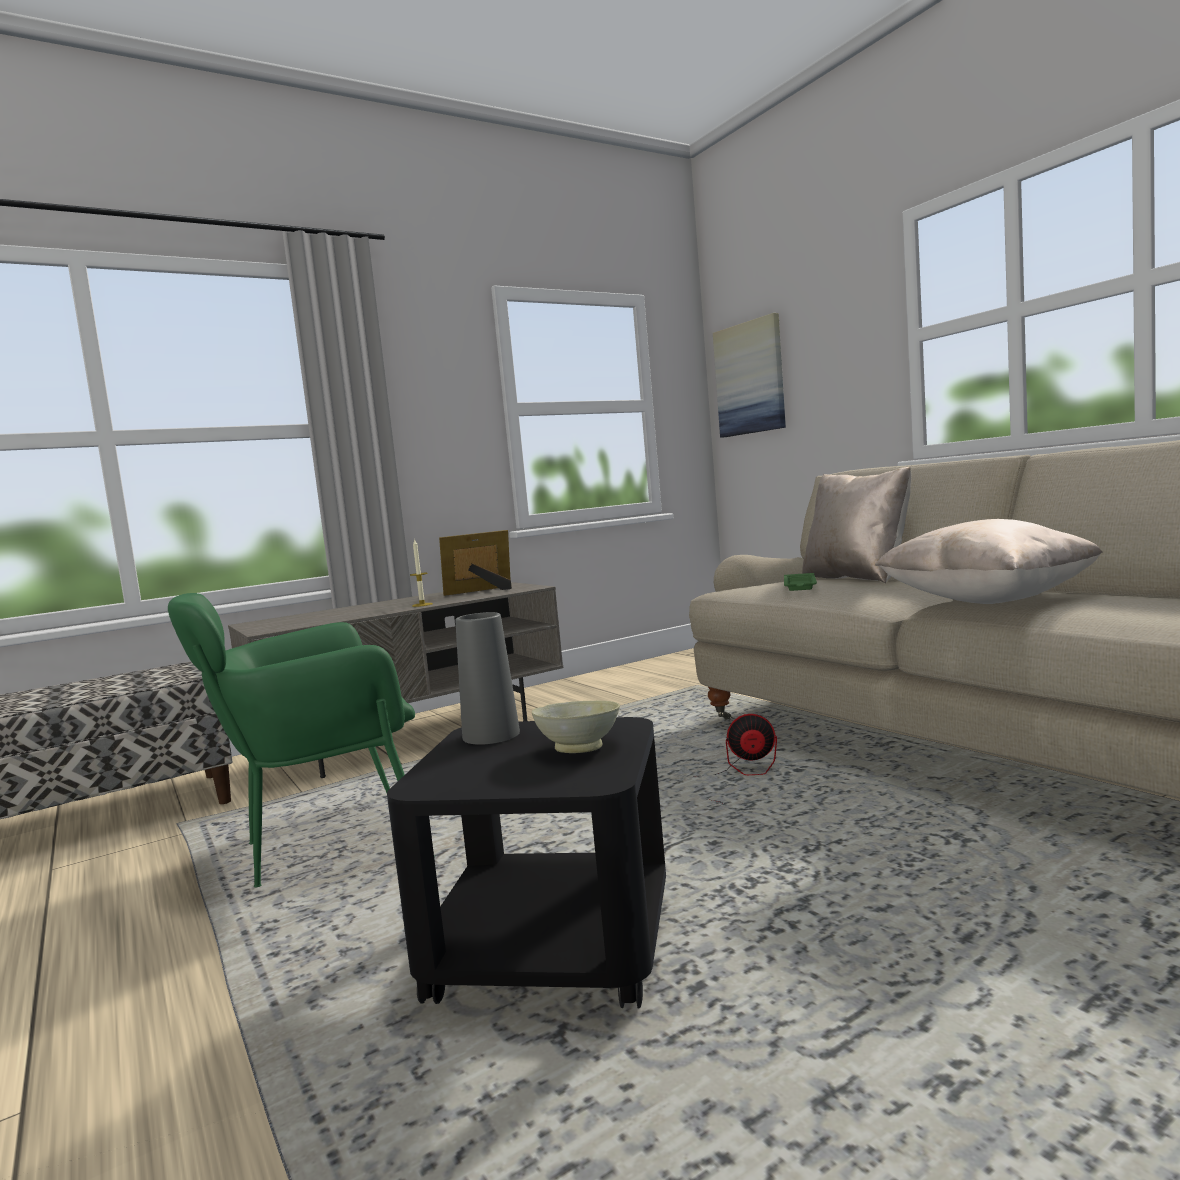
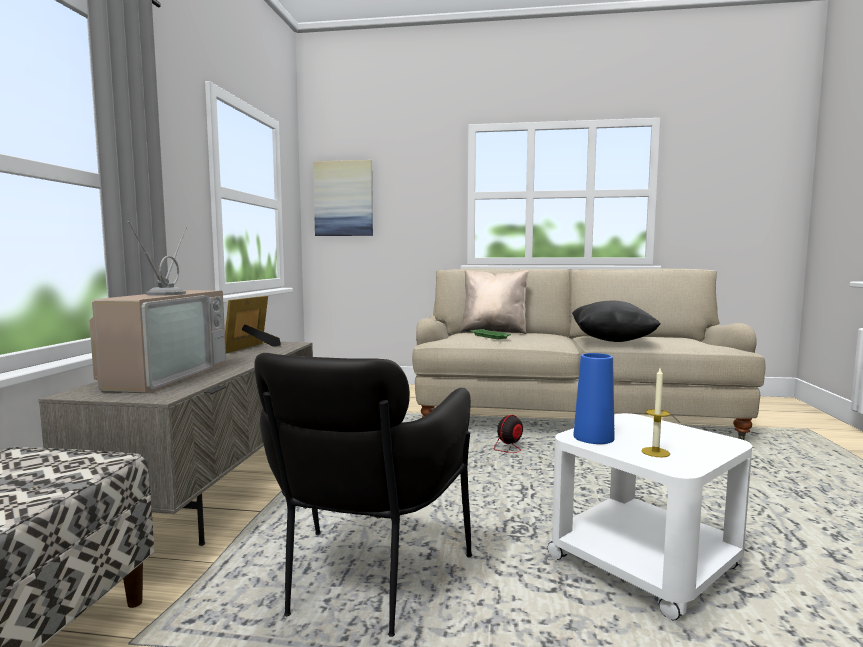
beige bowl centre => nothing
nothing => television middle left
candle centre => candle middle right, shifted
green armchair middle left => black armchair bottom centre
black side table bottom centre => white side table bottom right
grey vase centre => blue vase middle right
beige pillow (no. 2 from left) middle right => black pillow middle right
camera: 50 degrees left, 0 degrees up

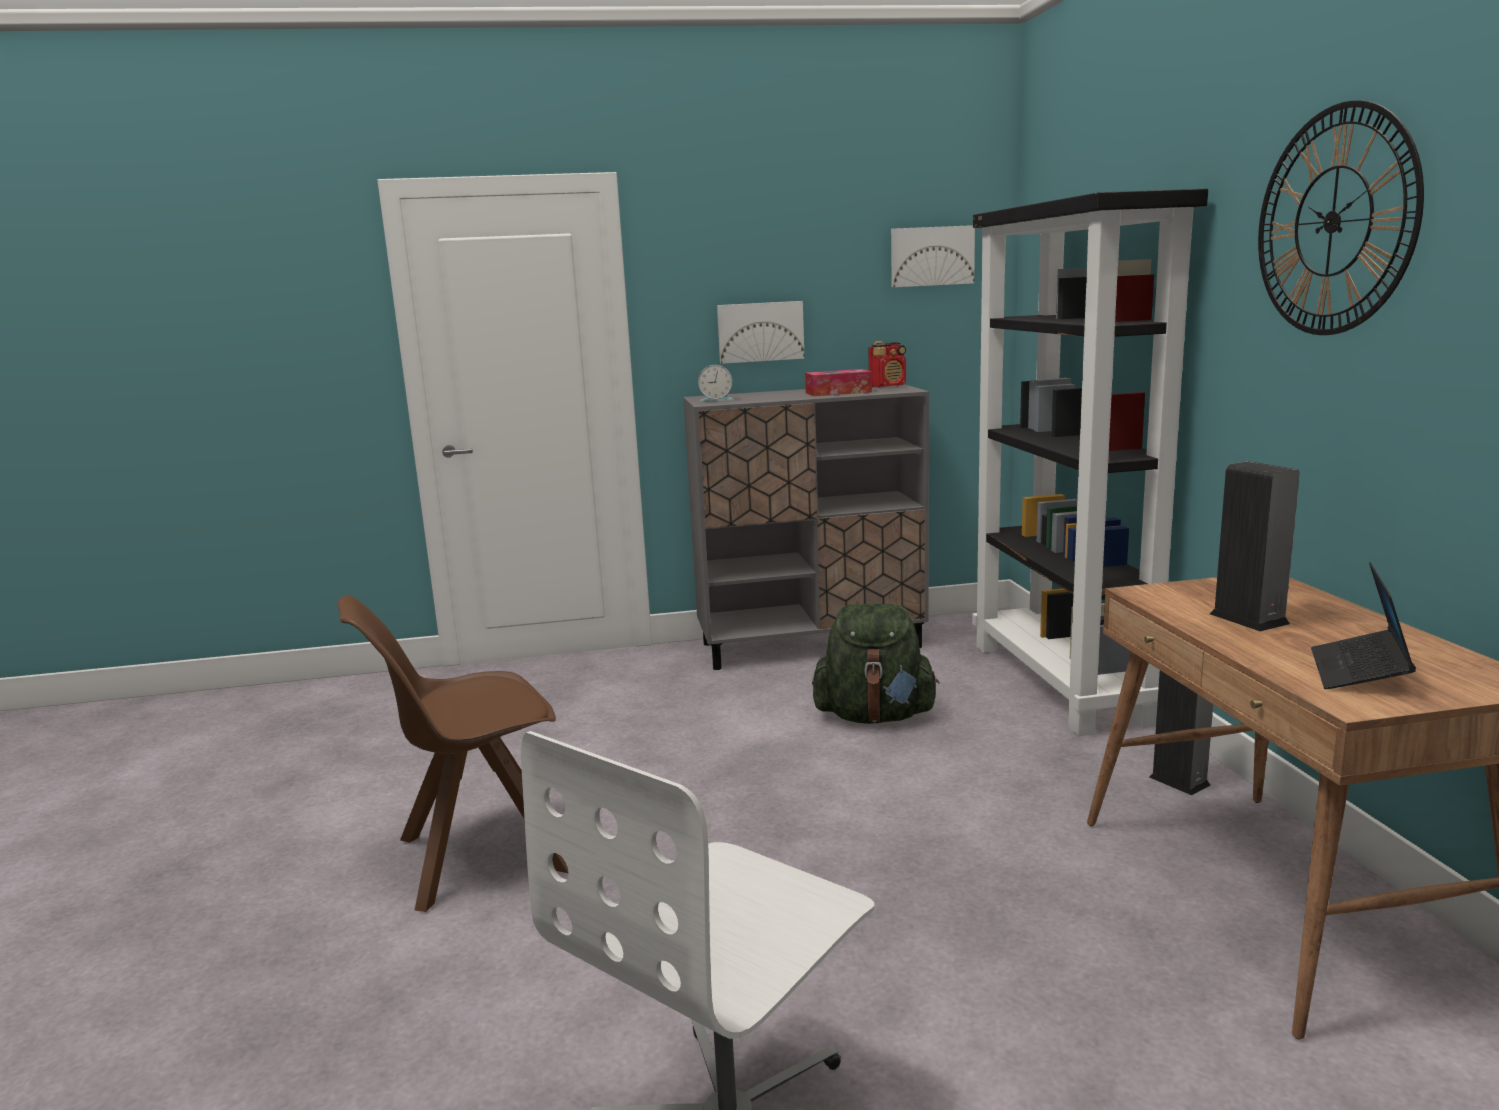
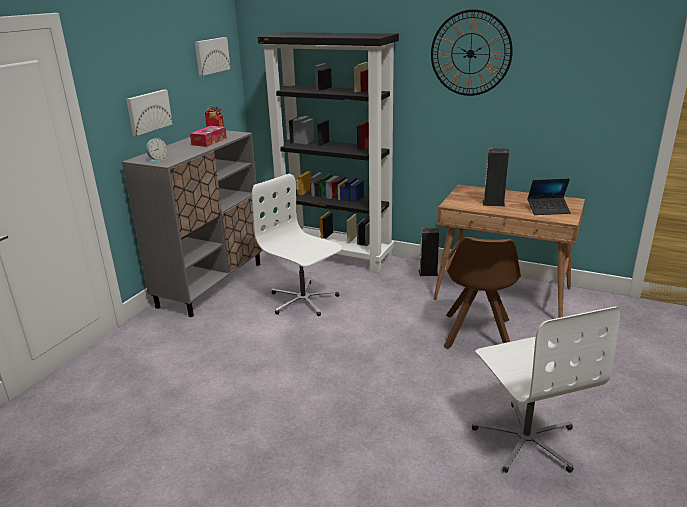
brown chair bottom left => brown chair middle right, shifted
green backpack centre => white office chair (no. 1 from left) centre
laptop middle right, 60 degrees counterclockwise
camera: 55 degrees left, 10 degrees up

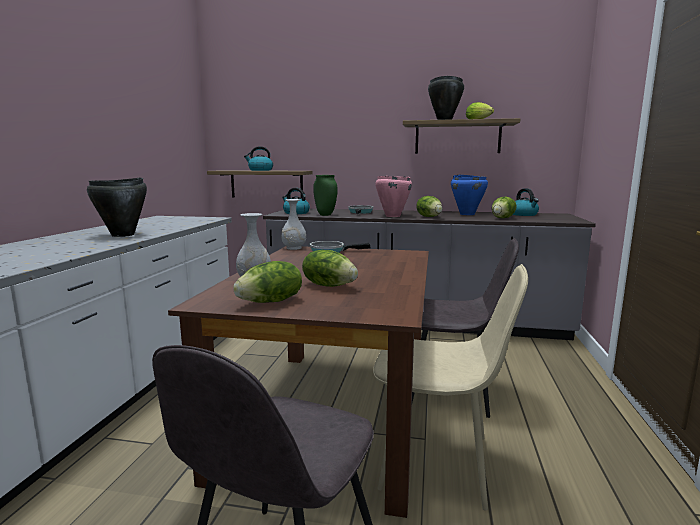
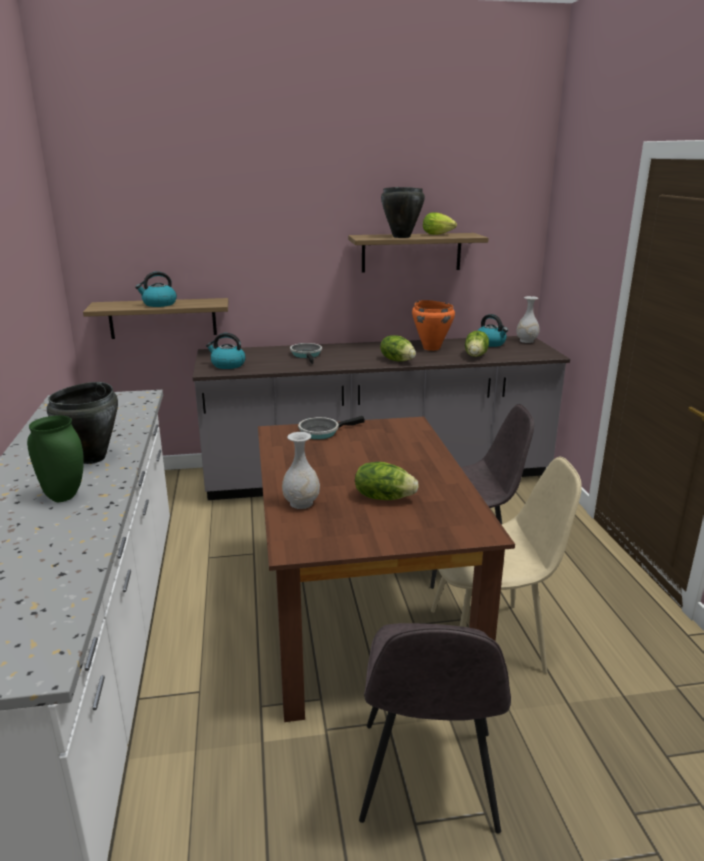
lettuce (no. 1 from left) centre => nothing
pink cooking pot centre => nothing
white vase (no. 2 from left) centre => white vase (no. 2 from left) middle right, shifted
green vase centre => green vase middle left, shifted
blue cooking pot middle right => orange cooking pot centre
camera: 20 degrees left, 10 degrees up

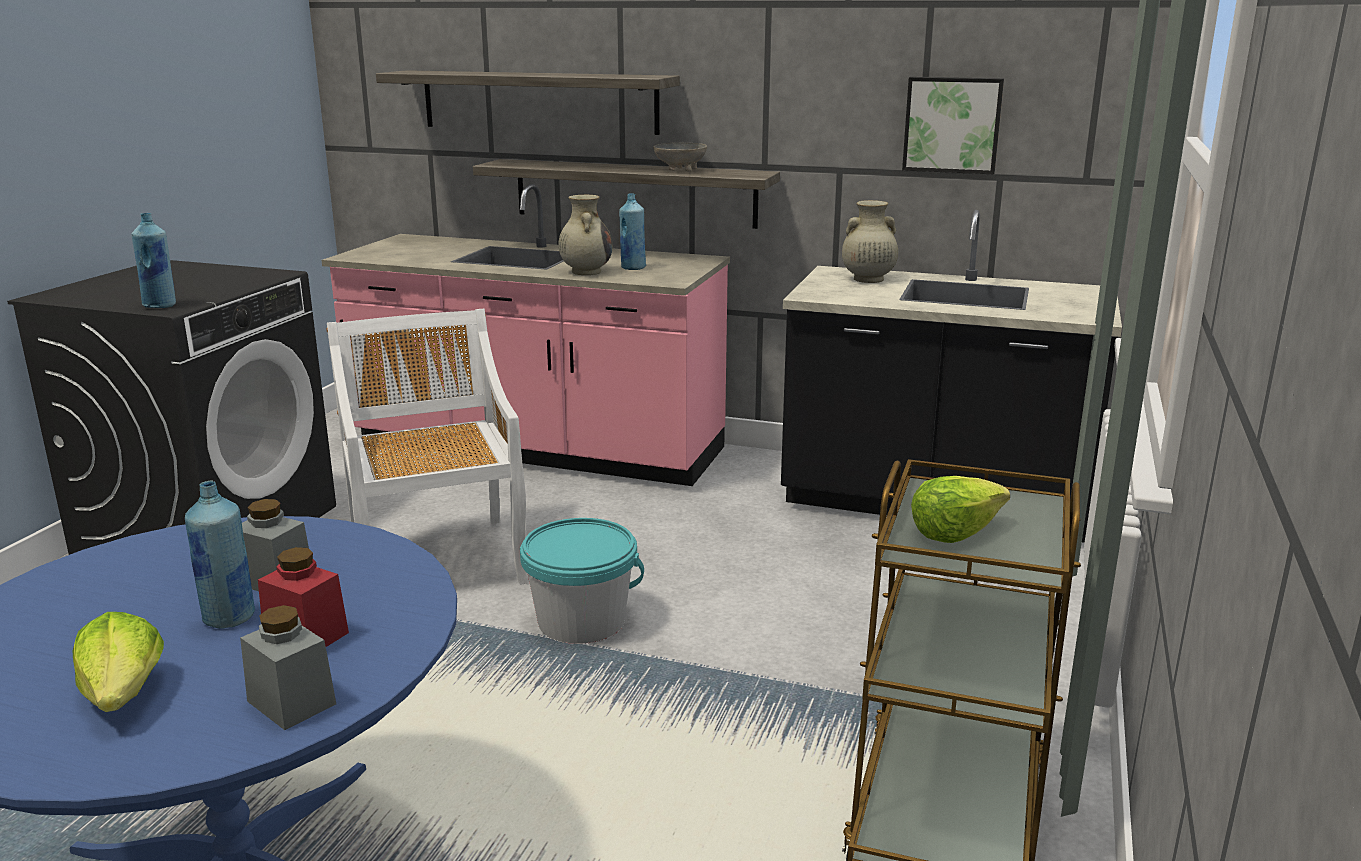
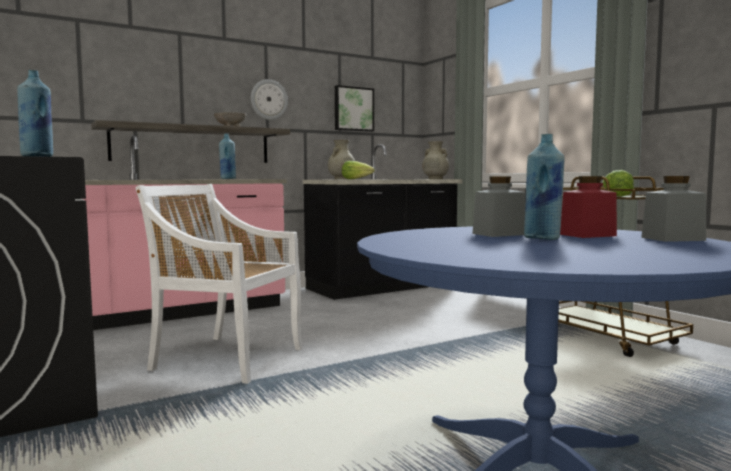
shelf (no. 1 from left) top centre => nothing
turquoise bucket bottom centre => nothing
nothing => wall clock top centre
lettuce (no. 1 from left) bottom left => lettuce (no. 1 from left) centre, shifted
beige vase (no. 1 from left in the first image) top centre => beige vase (no. 2 from left) centre, shifted
camera: 50 degrees left, 15 degrees down

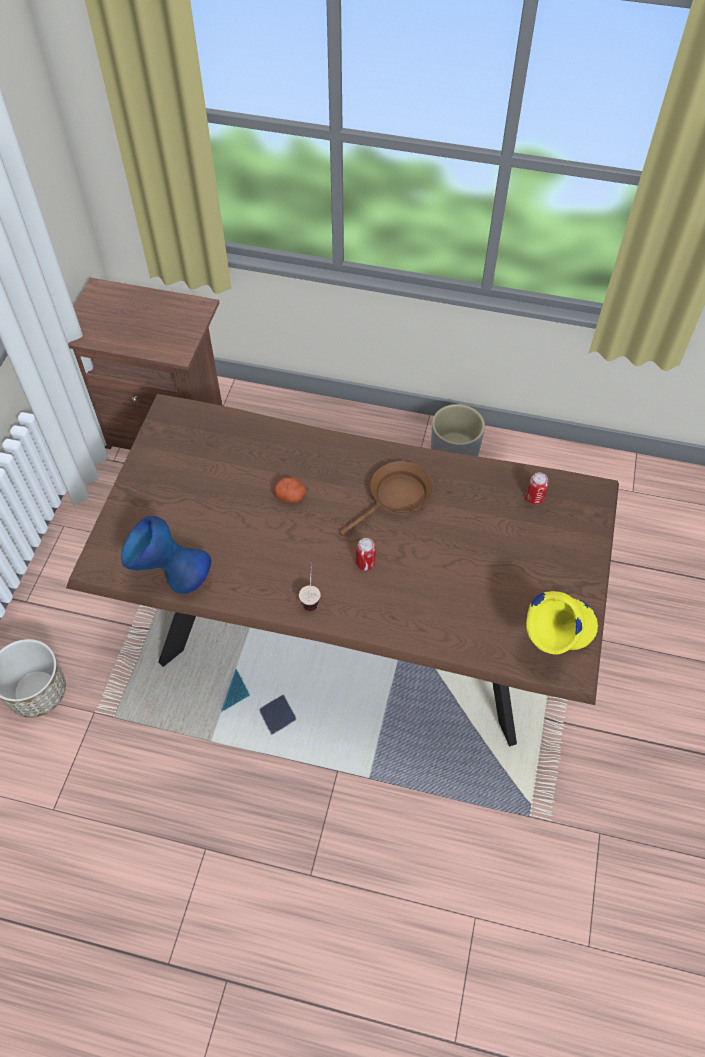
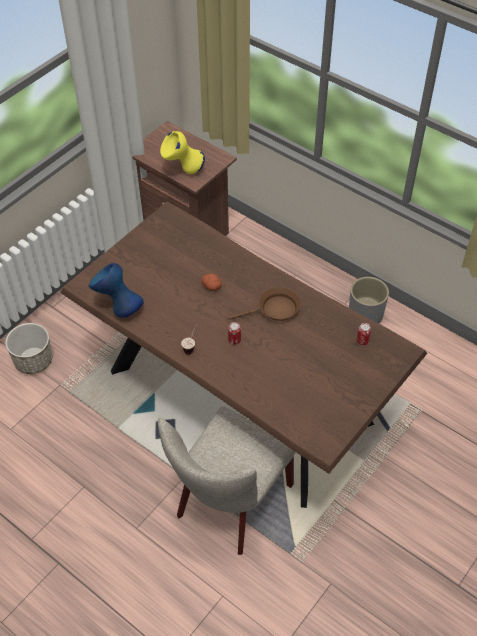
nothing => beige chair bottom centre
yellow vase middle right => yellow vase top centre, shifted
camera: 25 degrees right, 5 degrees down

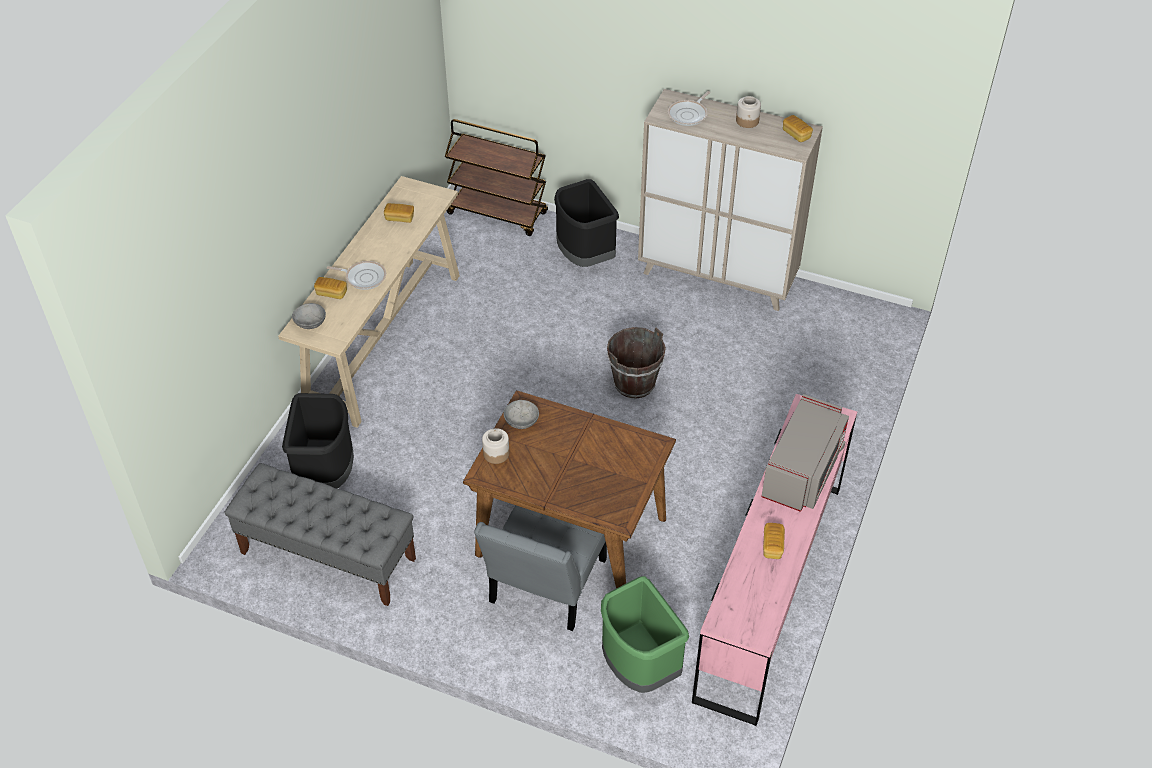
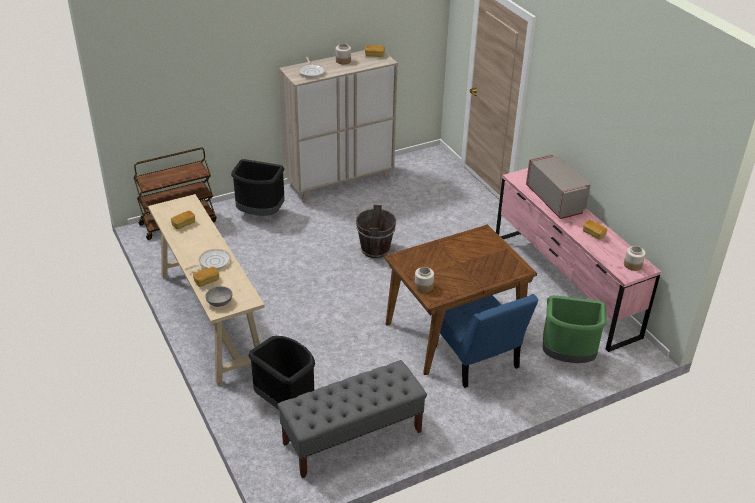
grey bowl (no. 2 from left) centre => nothing
nothing => jar (no. 3 from left) middle right
grey chair bottom centre => blue chair bottom centre
camera: 50 degrees left, 10 degrees down

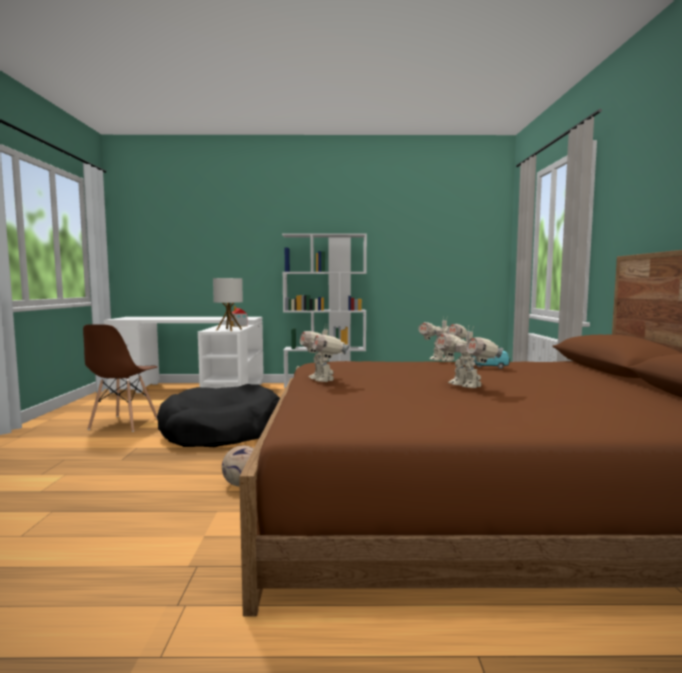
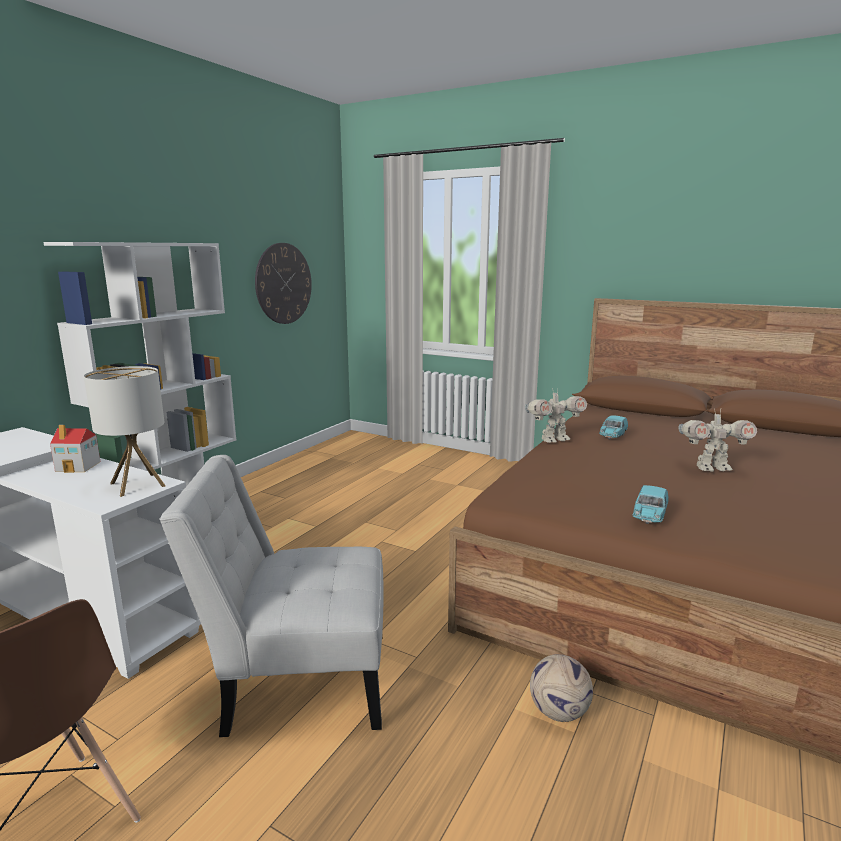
nothing => wall clock centre
black dog bed middle left => white chair bottom left
toy robot (no. 1 from left) centre => turquoise toy car (no. 2 from left) middle right
camera: 60 degrees left, 10 degrees up

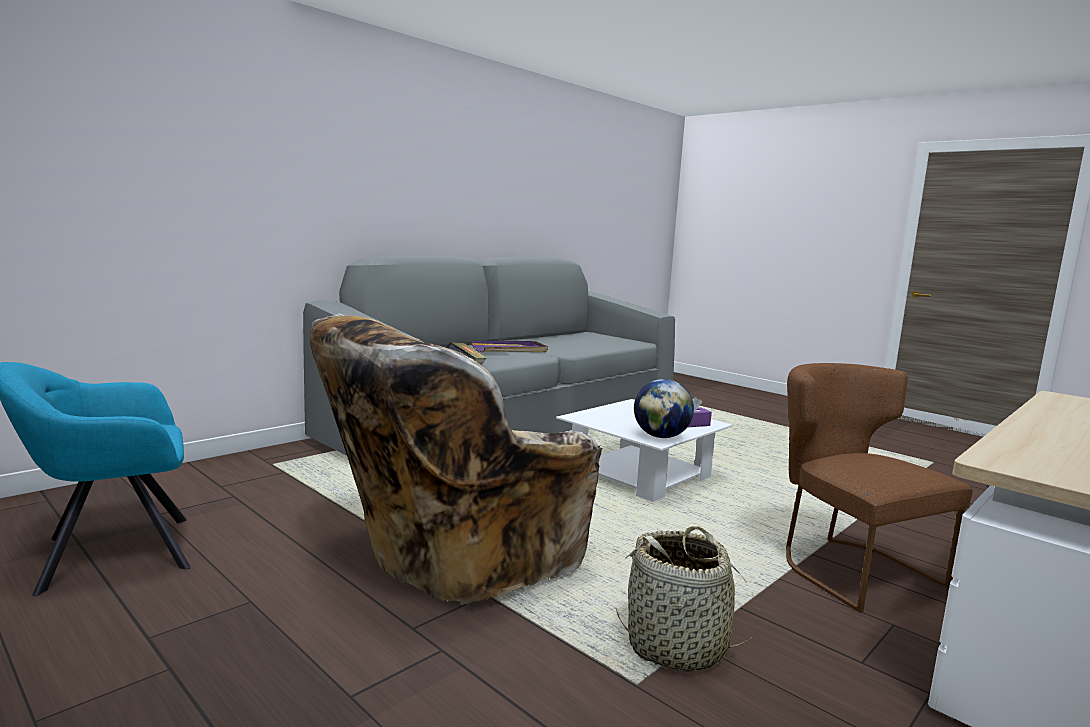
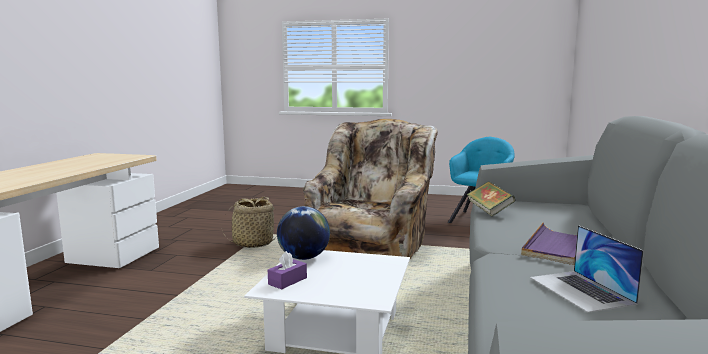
brown chair bottom right => nothing
nothing => laptop bottom right
camera: 150 degrees right, 0 degrees up

